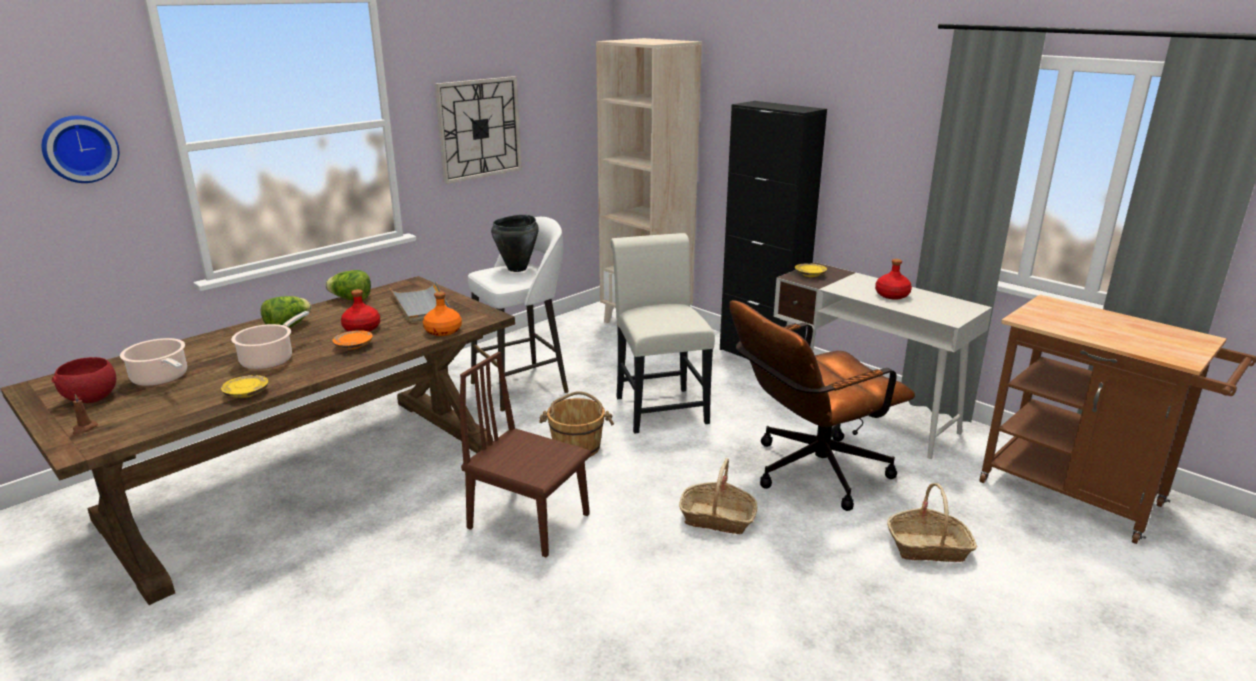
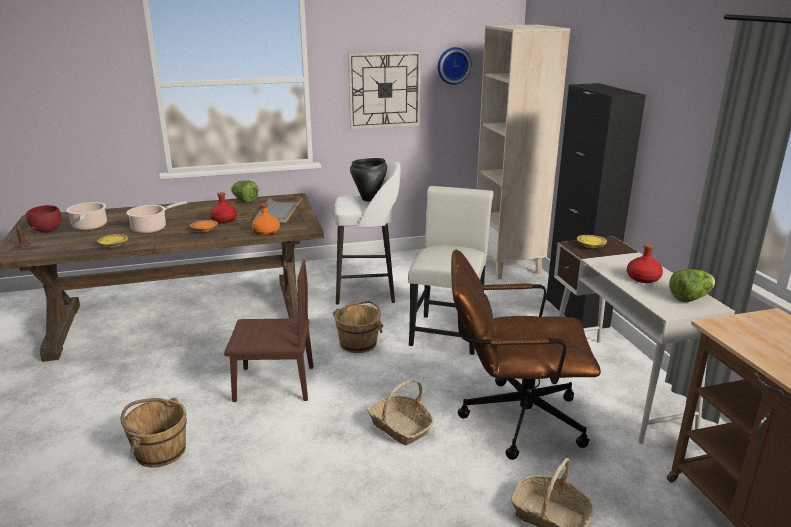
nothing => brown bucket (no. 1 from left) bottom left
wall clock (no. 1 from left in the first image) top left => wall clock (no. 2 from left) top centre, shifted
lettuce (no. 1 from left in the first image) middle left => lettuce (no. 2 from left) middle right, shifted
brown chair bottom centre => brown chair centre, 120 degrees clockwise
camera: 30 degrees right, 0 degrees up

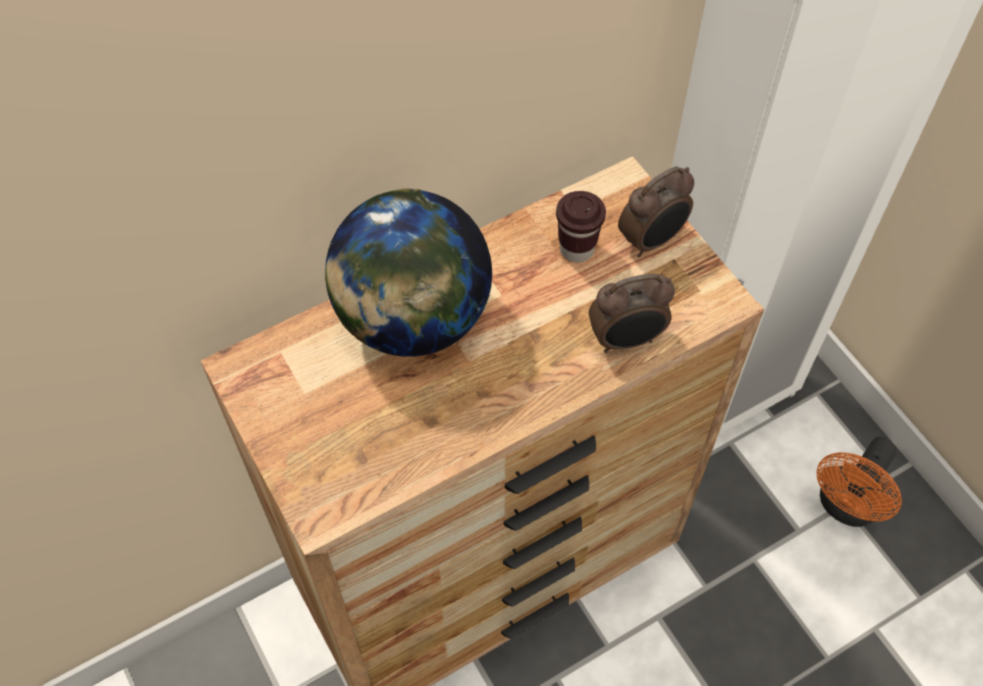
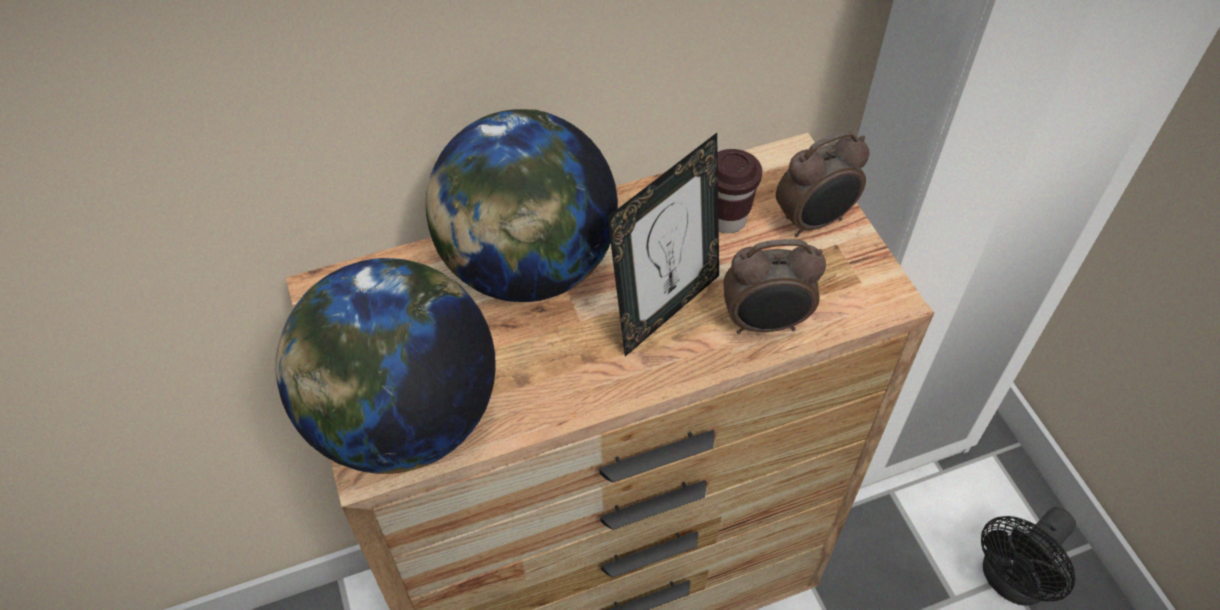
nothing => globe (no. 1 from left) middle left
nothing => picture frame centre
orange fan bottom right => black fan bottom right
camera: 10 degrees right, 5 degrees down

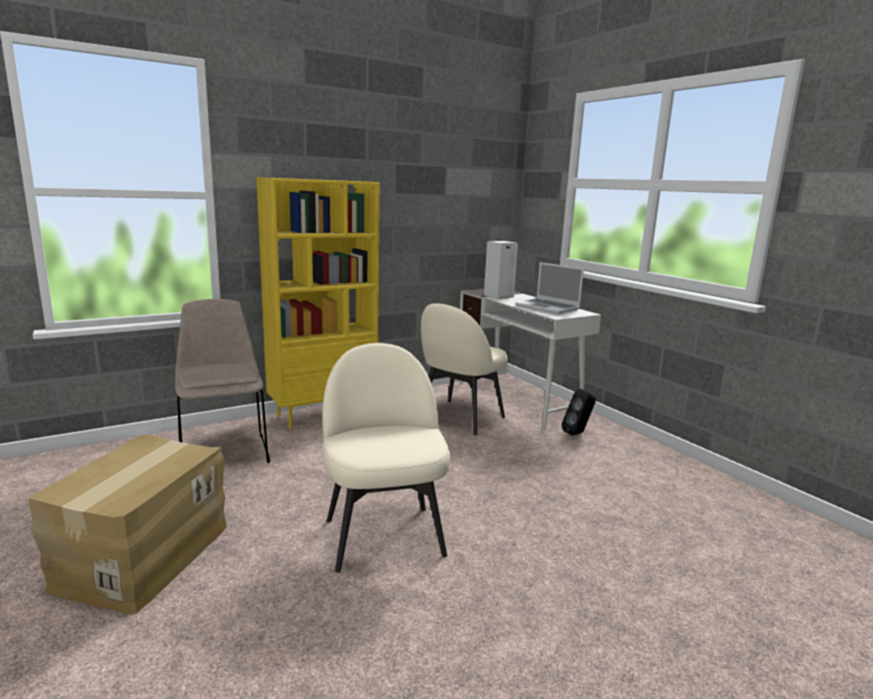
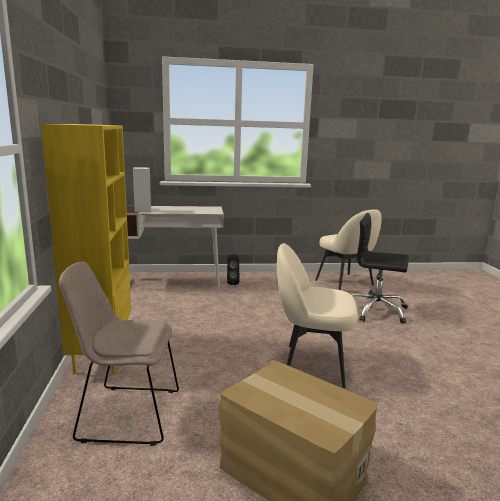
laptop centre => nothing
nothing => black office chair middle right
beige chair (no. 3 from left) centre => beige chair (no. 3 from left) middle right, shifted
camera: 65 degrees left, 0 degrees up

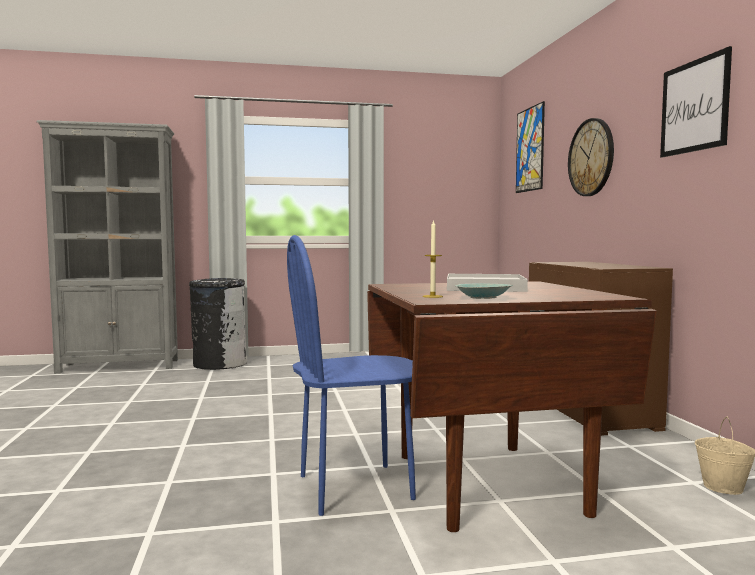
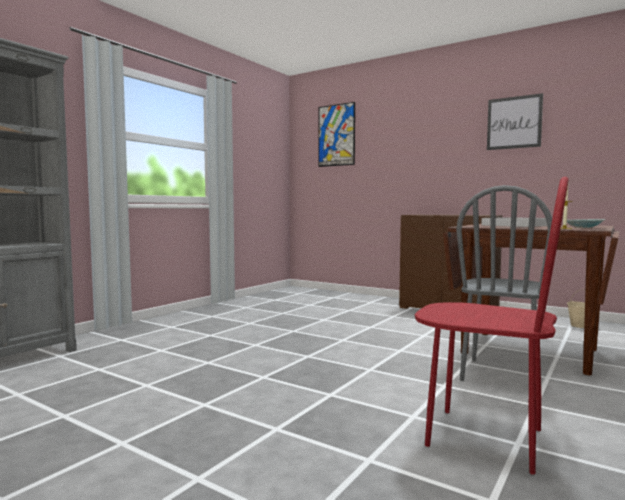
black trash can middle left => nothing
wall clock top right => nothing
nothing => red chair middle right
blue chair centre => grey chair middle right
camera: 45 degrees left, 0 degrees up

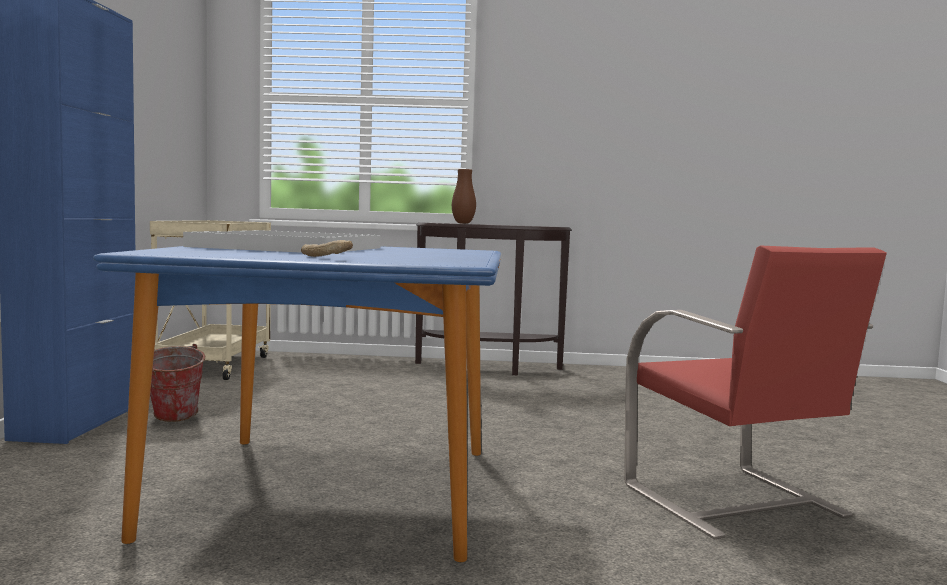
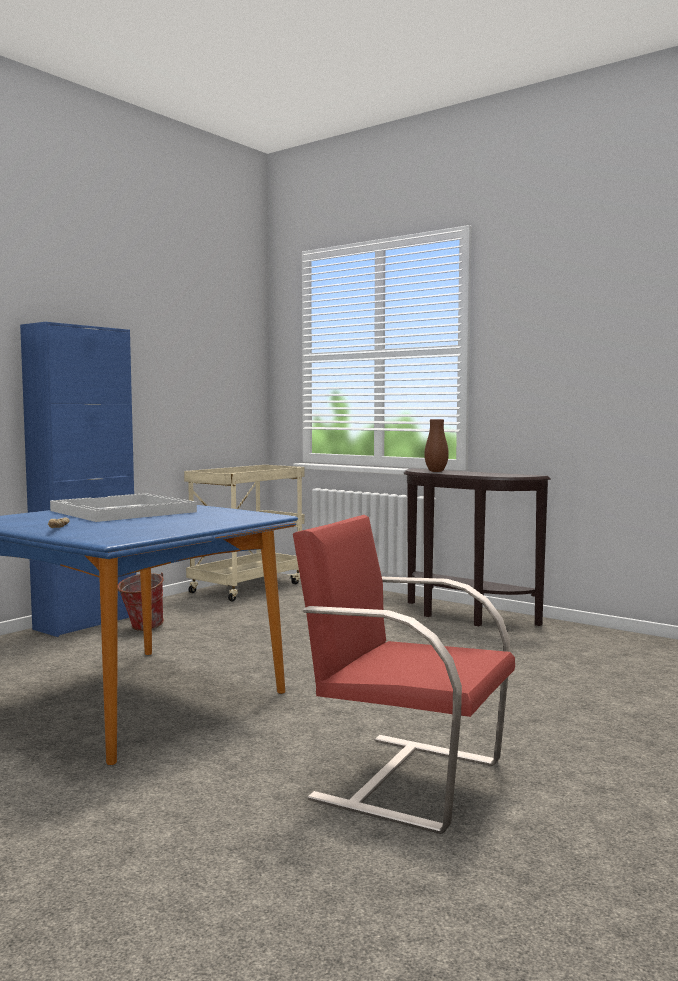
red chair bottom right => red chair bottom centre, 105 degrees clockwise
camera: 35 degrees right, 0 degrees up

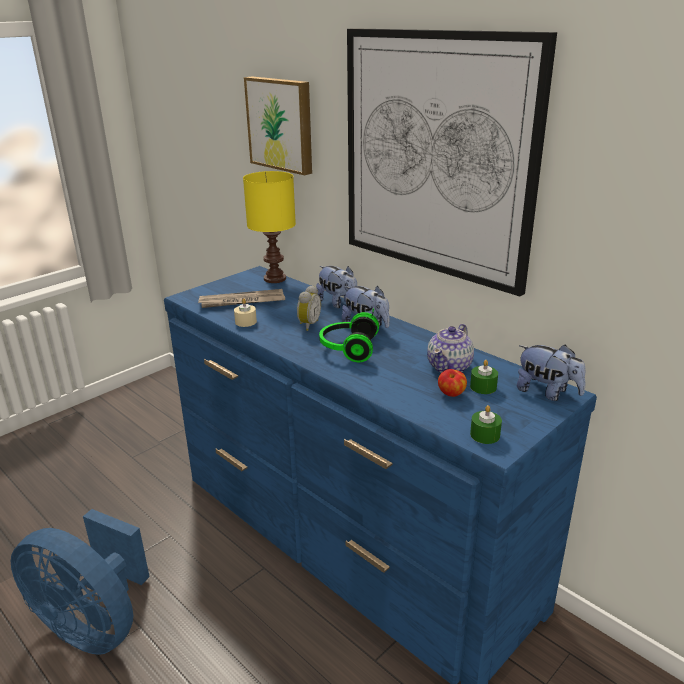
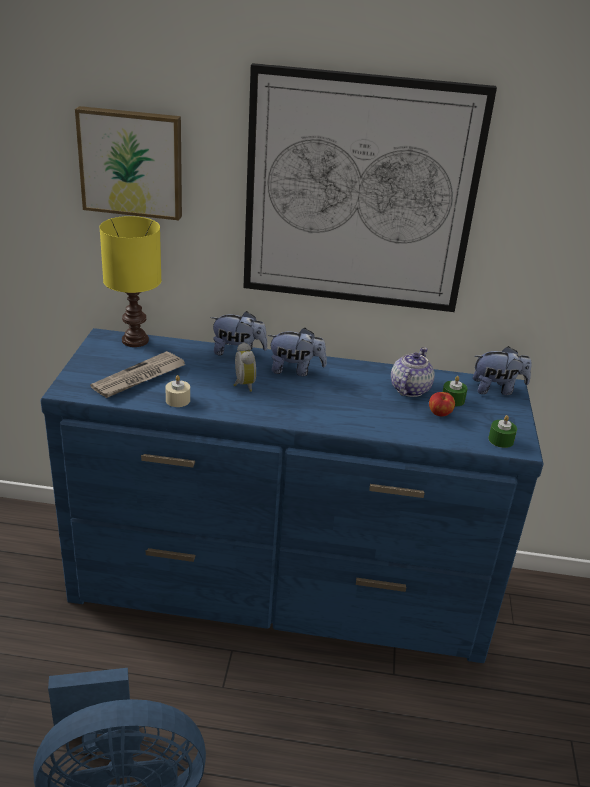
headphones centre => nothing
teapot centre => teapot middle right, 150 degrees counterclockwise
camera: 40 degrees left, 5 degrees up

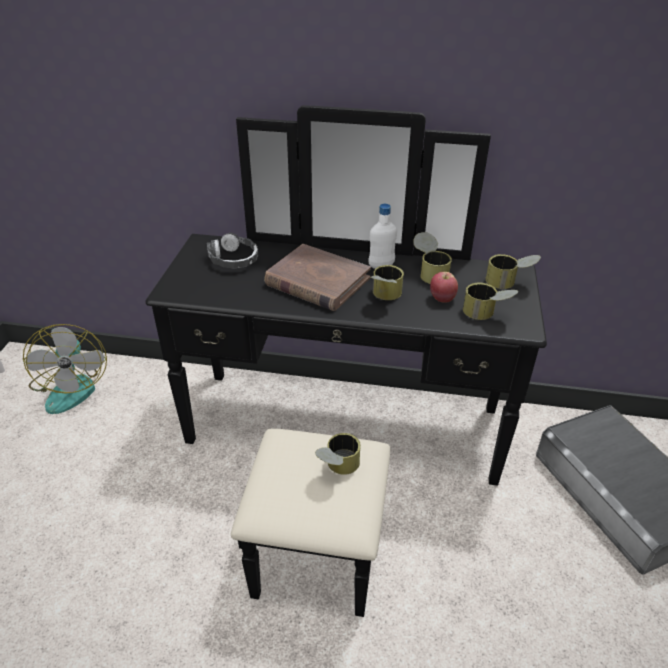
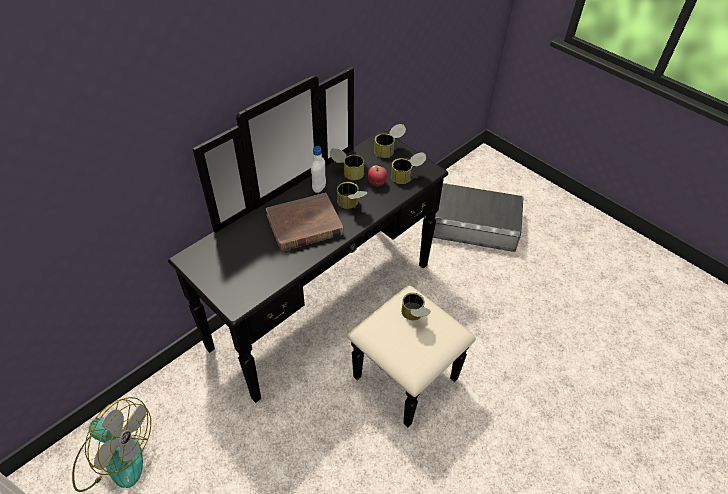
headphones centre => nothing
camera: 55 degrees left, 10 degrees up

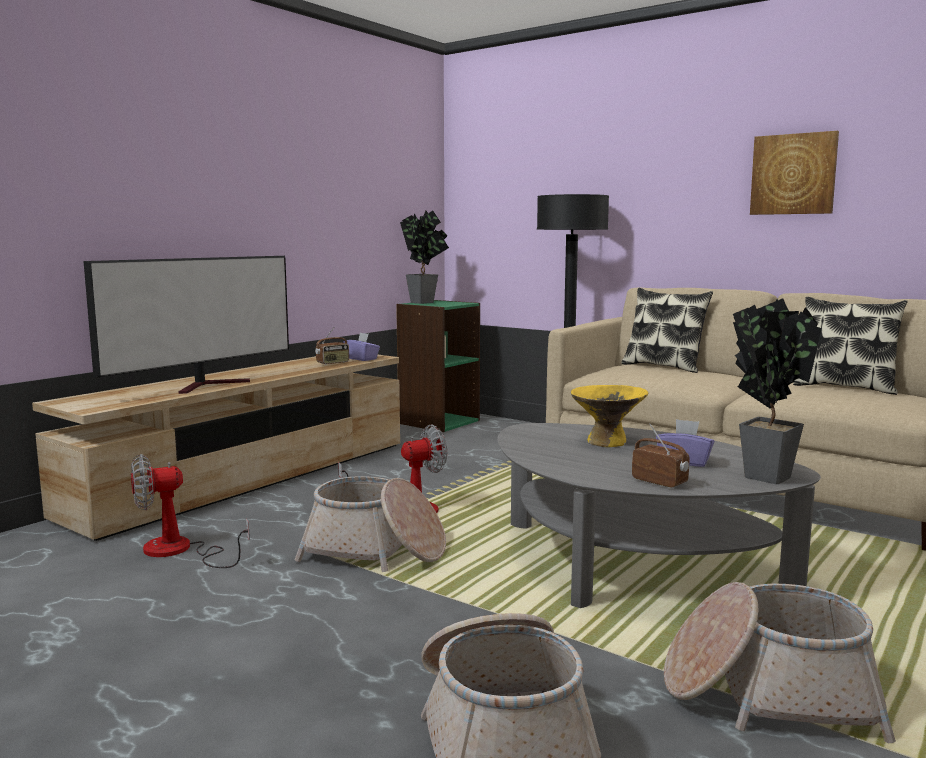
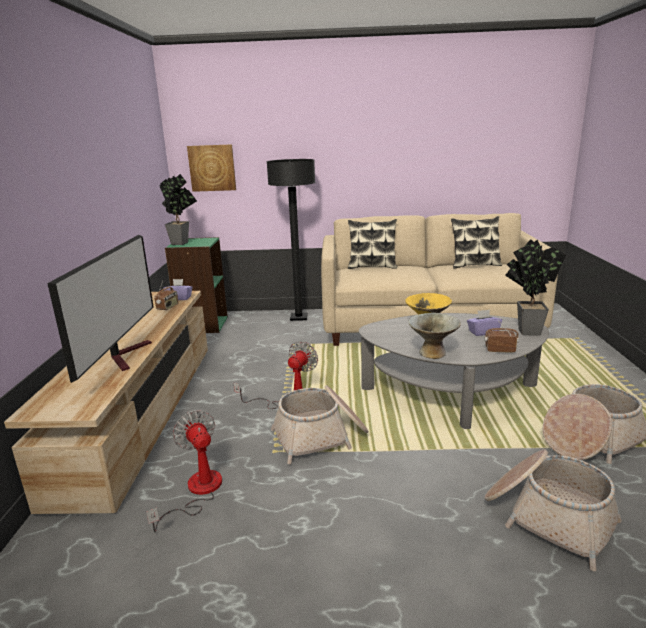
nothing => grey bowl middle right
picture top right => picture top left, shifted
fan (no. 1 from left) bottom left, 120 degrees clockwise
camera: 35 degrees left, 10 degrees up

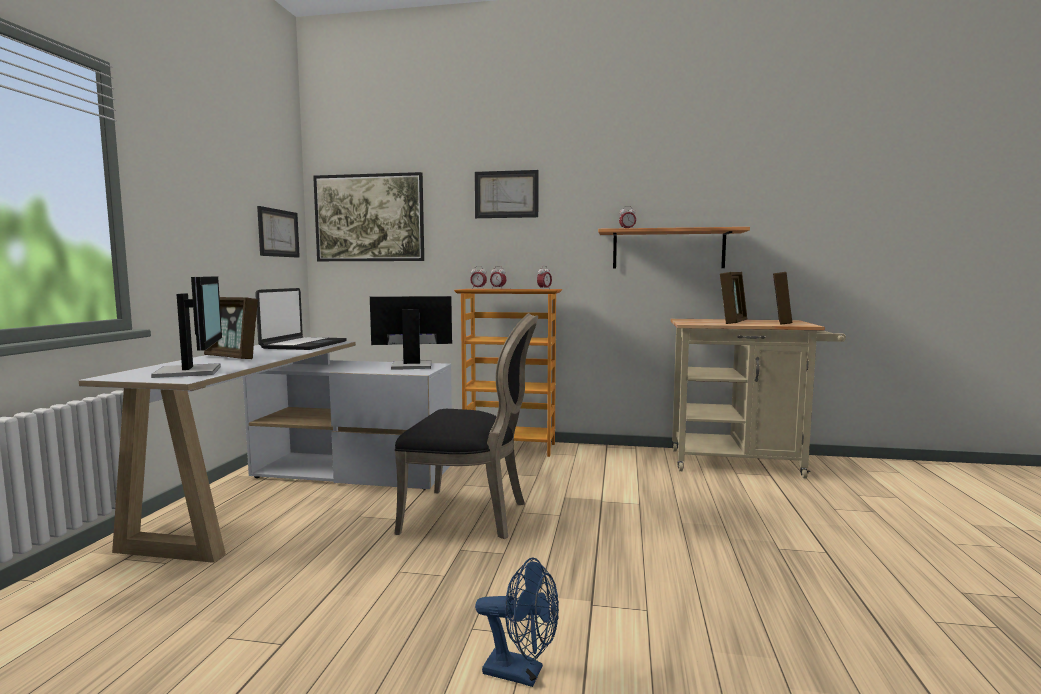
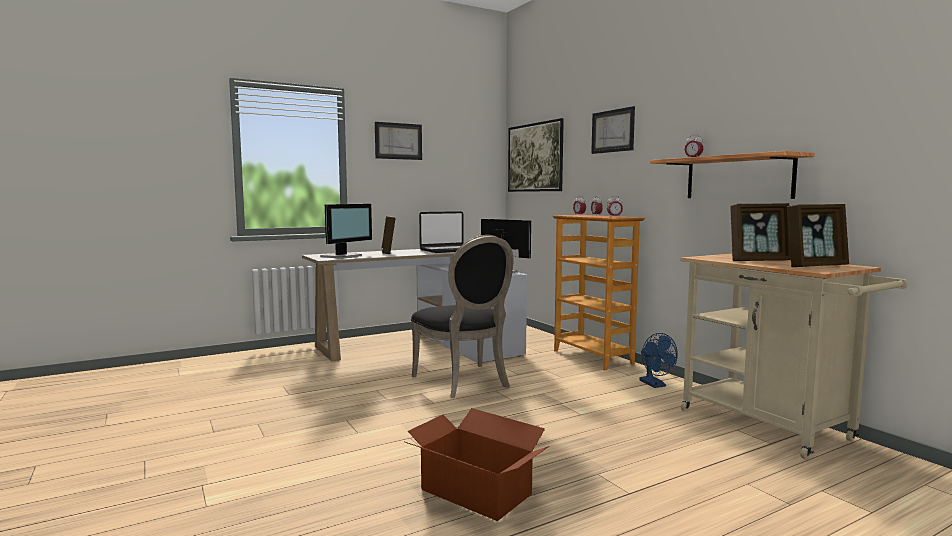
nothing => cardboard box bottom centre
picture (no. 1 from left) middle left => picture (no. 1 from left) top centre, shifted
blue fan bottom centre => blue fan bottom right, shifted
camera: 50 degrees right, 0 degrees up

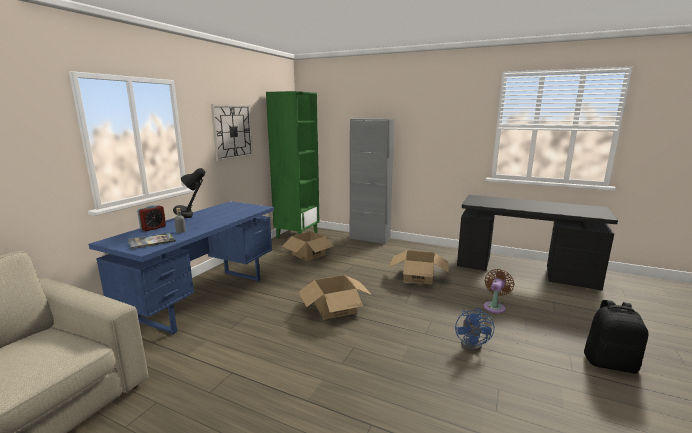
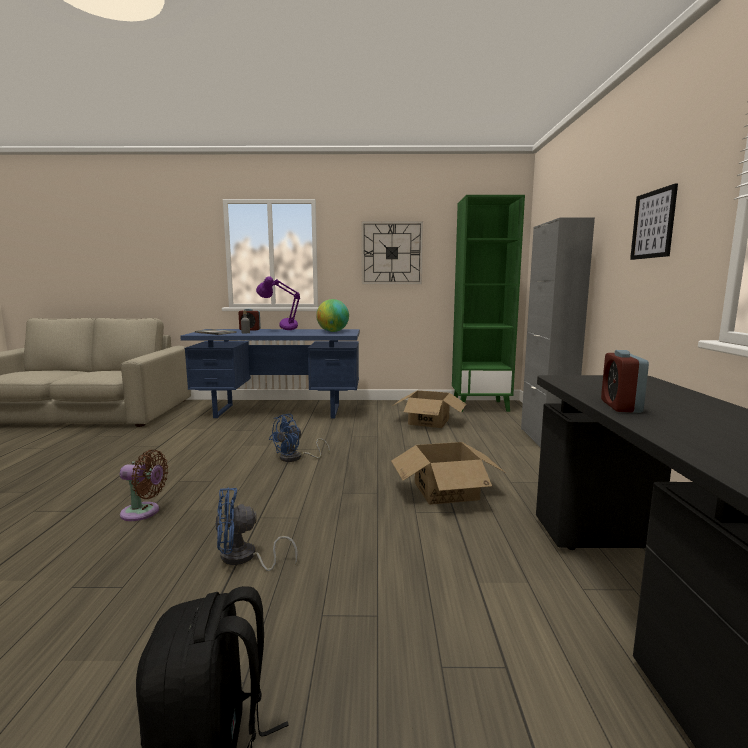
nothing => globe centre
nothing => alarm clock (no. 2 from left) middle right
nothing => picture top right
brown fan bottom right => brown fan middle left, shifted
cardboard box (no. 2 from left) bottom centre => blue fan (no. 2 from left) centre
black table lamp middle left => purple table lamp centre
camera: 65 degrees right, 5 degrees down

